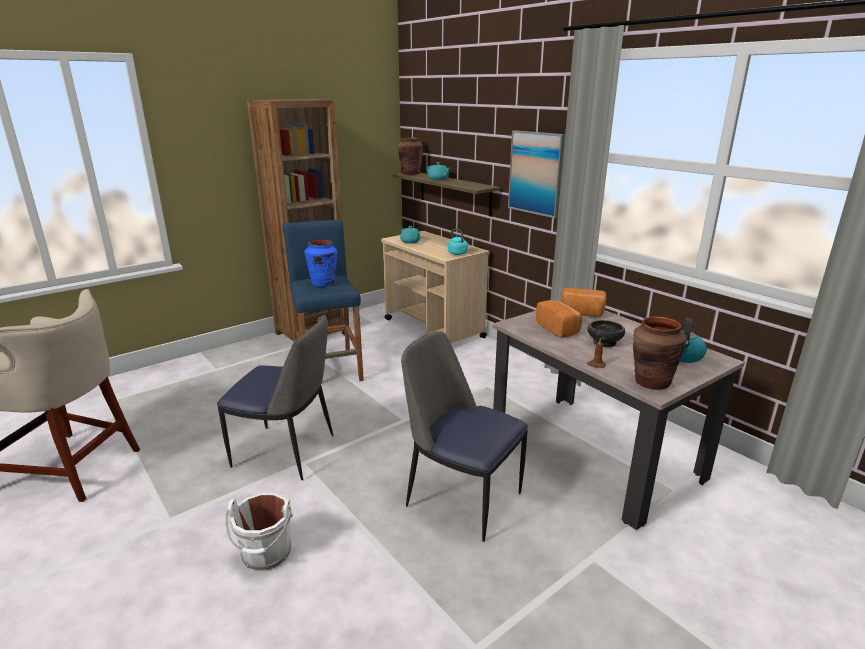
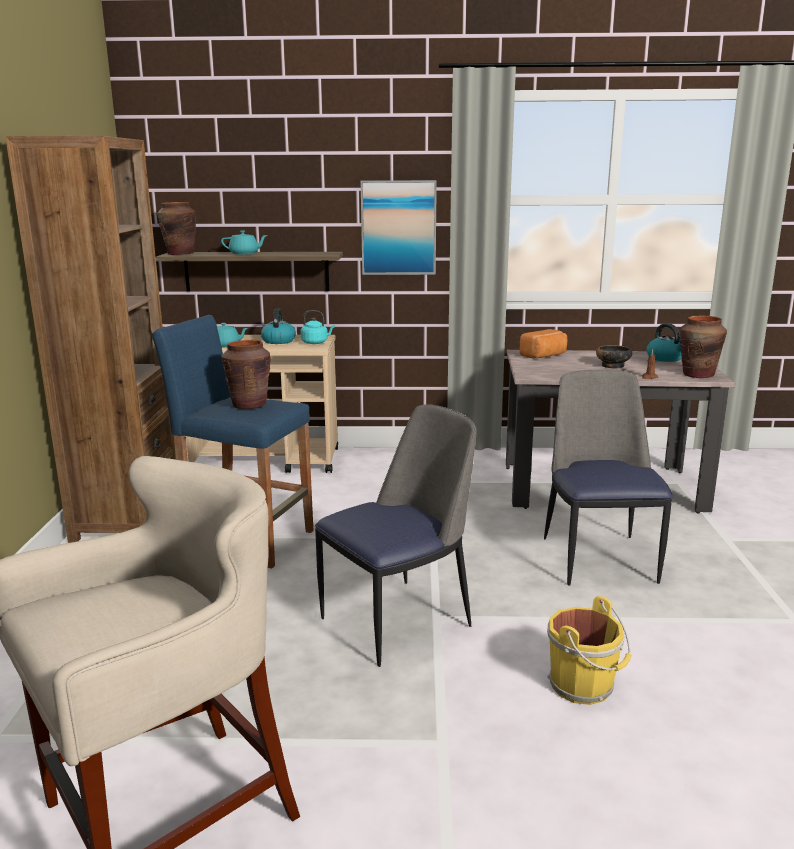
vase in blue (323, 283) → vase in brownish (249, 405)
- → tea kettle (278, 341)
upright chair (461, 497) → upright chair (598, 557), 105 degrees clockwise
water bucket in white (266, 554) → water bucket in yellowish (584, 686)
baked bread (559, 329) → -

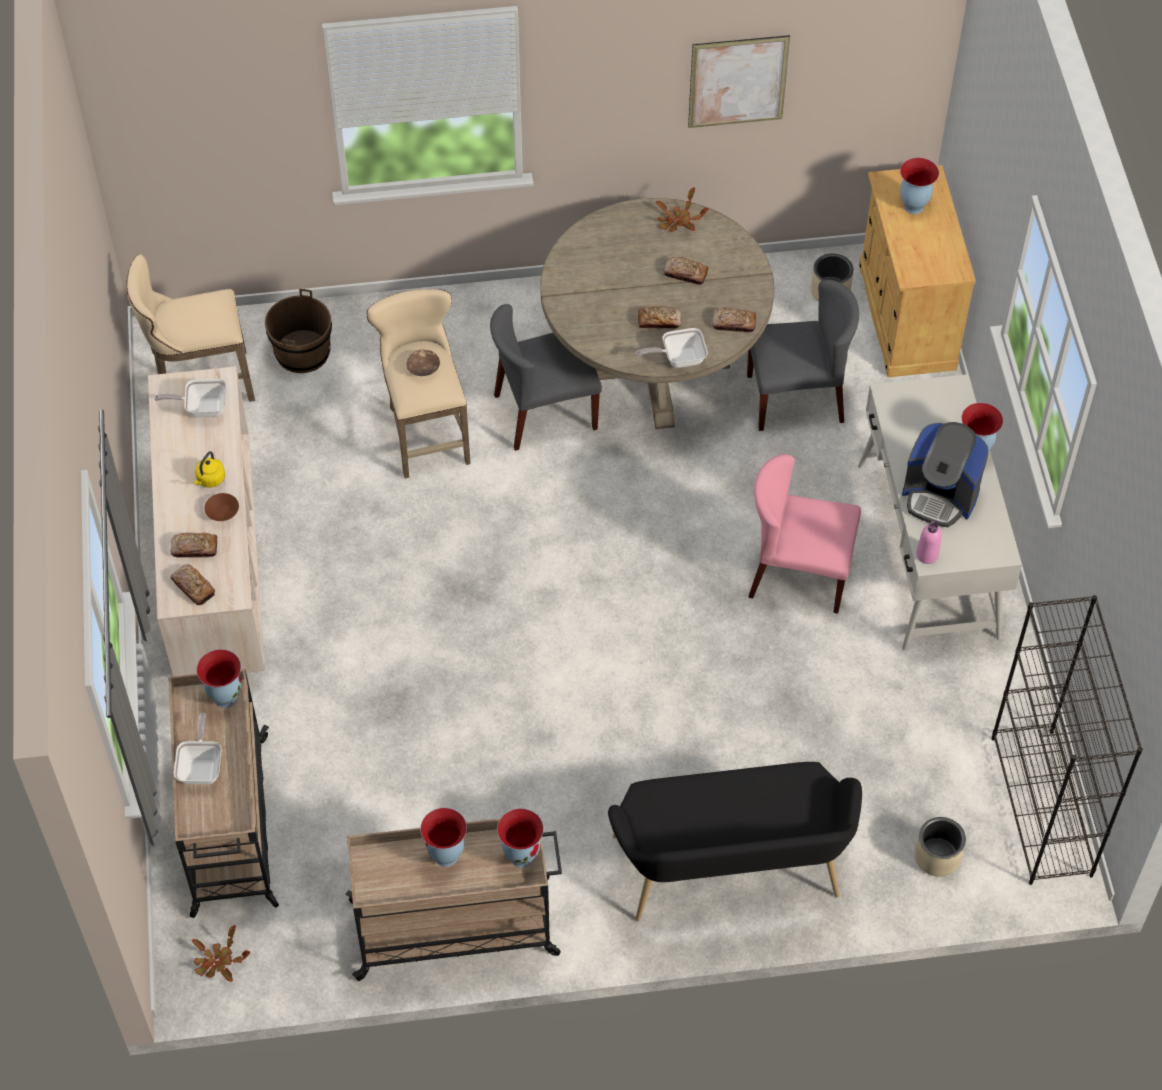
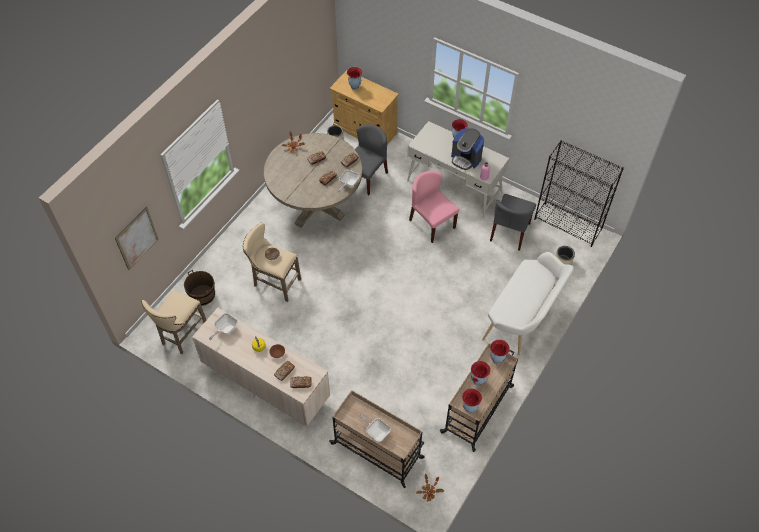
wall art (738, 81) → wall art (137, 238), shifted
upright chair in pink-coloured (798, 574) → upright chair in pink-coloured (432, 223), 90 degrees clockwise
coffee brewer (940, 496) → coffee brewer (466, 158), 60 degrees clockwise
vase (225, 697) → vase (469, 408), shifted
long seat in black-coloured (730, 875) → long seat in white (524, 318)
upright chair in grey (544, 412) → upright chair in grey (510, 232), shifted

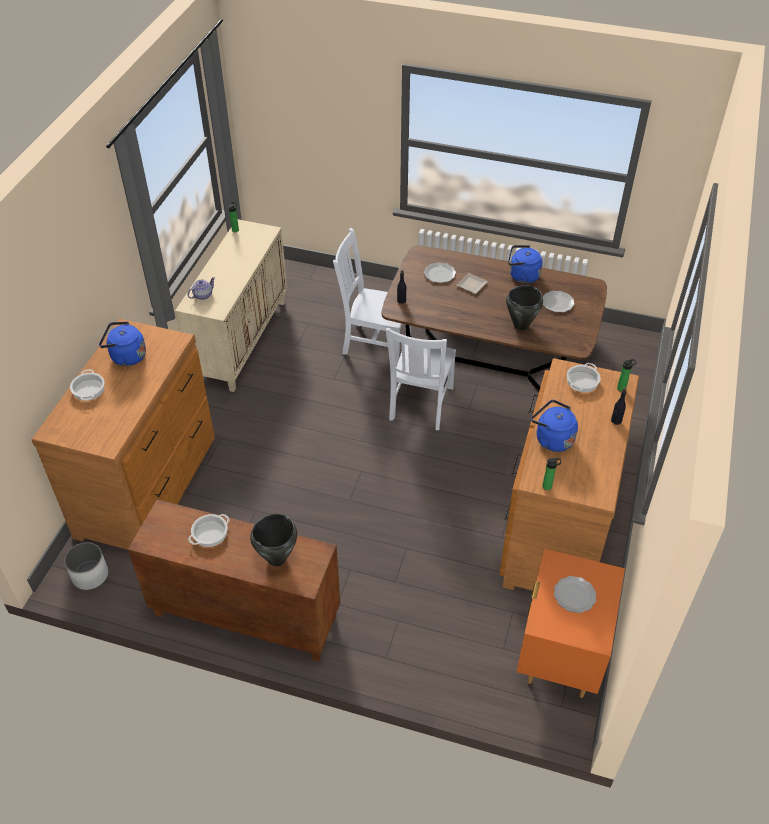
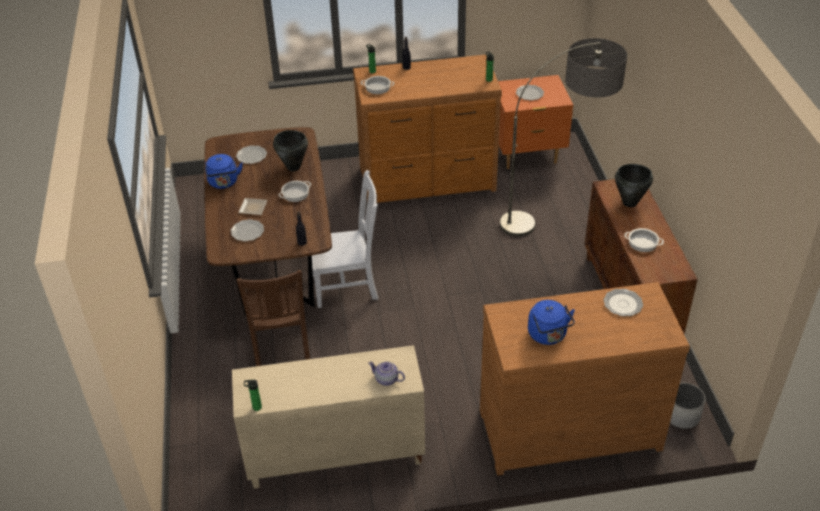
upright chair in white (374, 343) → upright chair in brownish (281, 346)
cooking pot (89, 389) → cooking pot (295, 193), shifted
- → standing lamp (557, 218)
- → dinner plate (623, 304)
tea kettle in blue (552, 439) → -

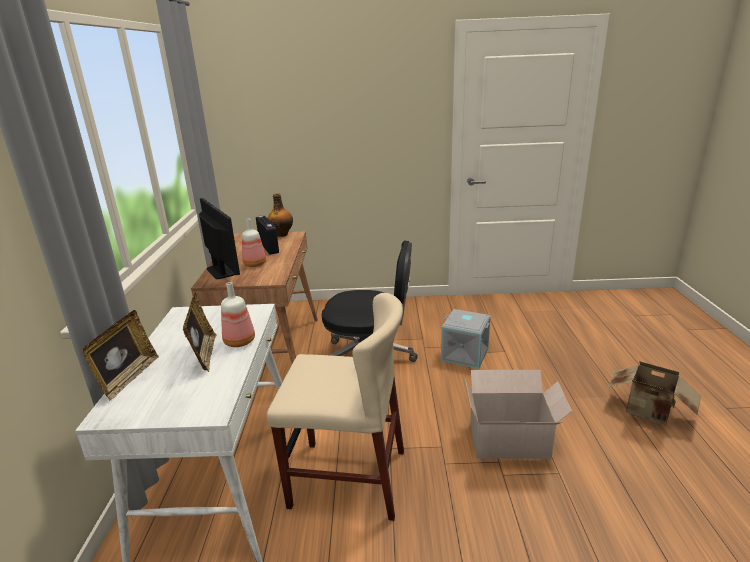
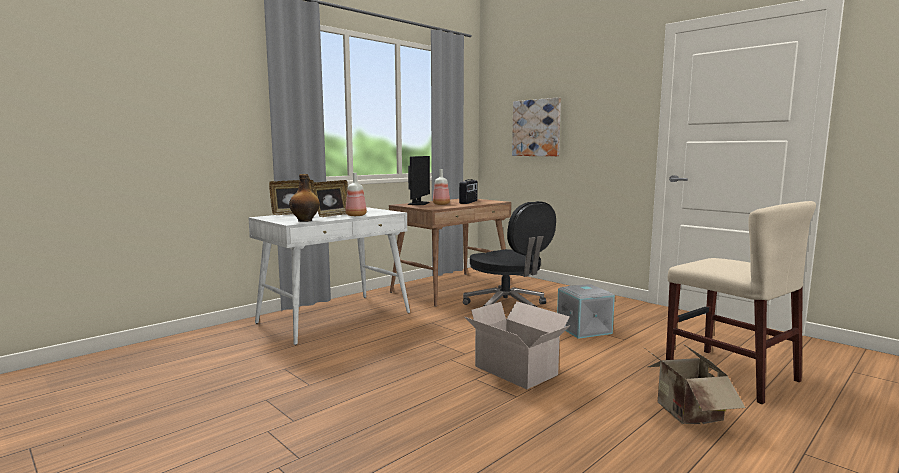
drink bottle (282, 234) → drink bottle (305, 220), shifted
- → wall art (536, 128)
upright chair in beige (348, 478) → upright chair in beige (730, 374), shifted

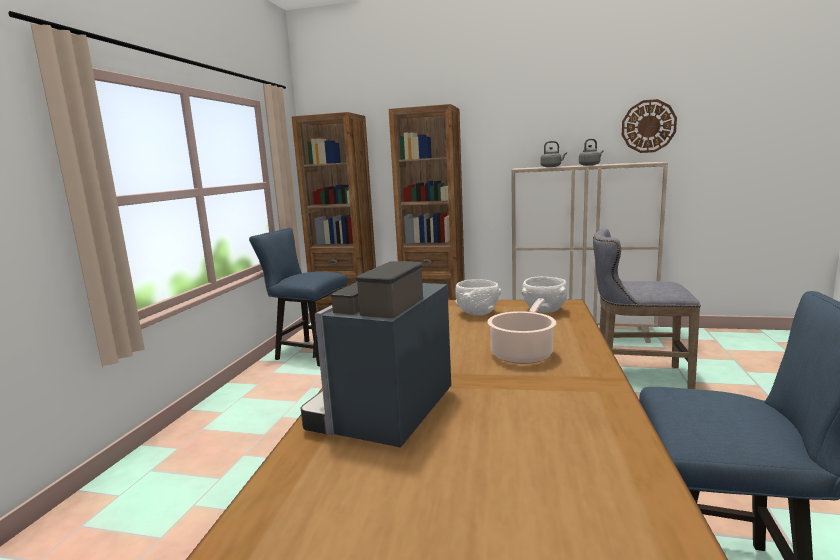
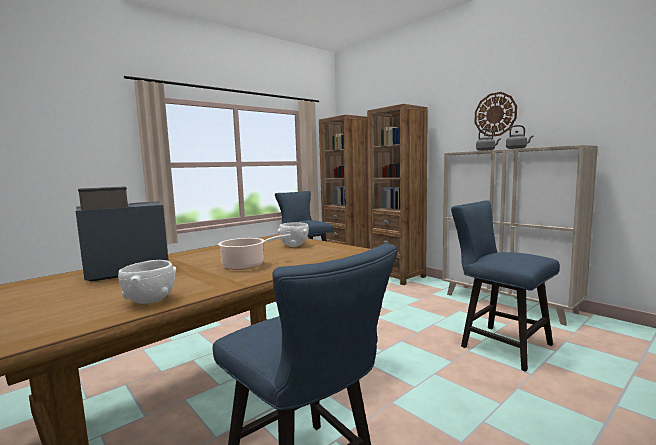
bowl in white (544, 311) → bowl in white (150, 300), shifted
stool seat in grey (636, 376) → upright chair in blue (499, 344)
hanging clock (648, 126) → hanging clock (495, 114), shifted

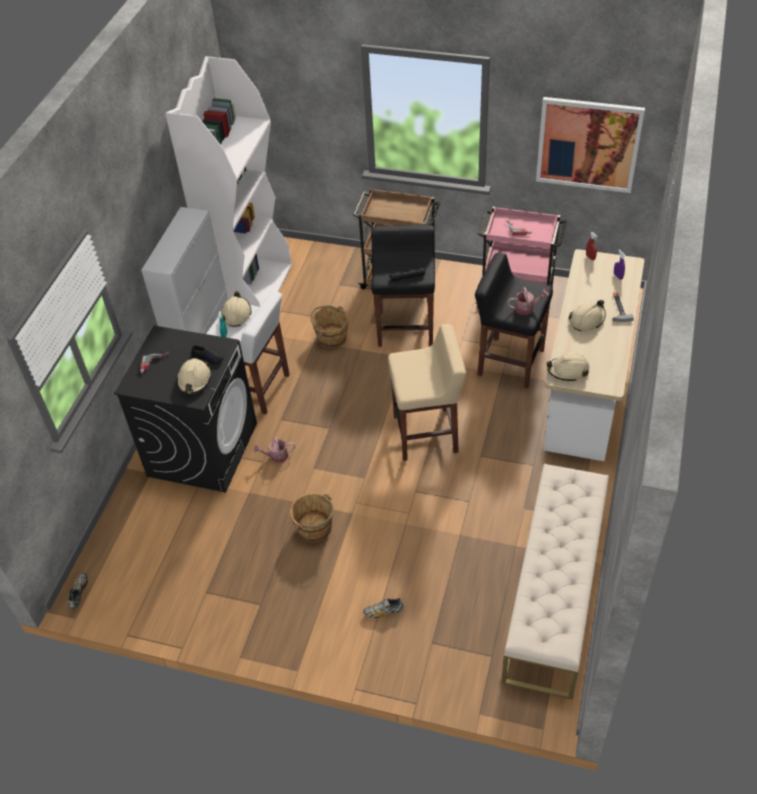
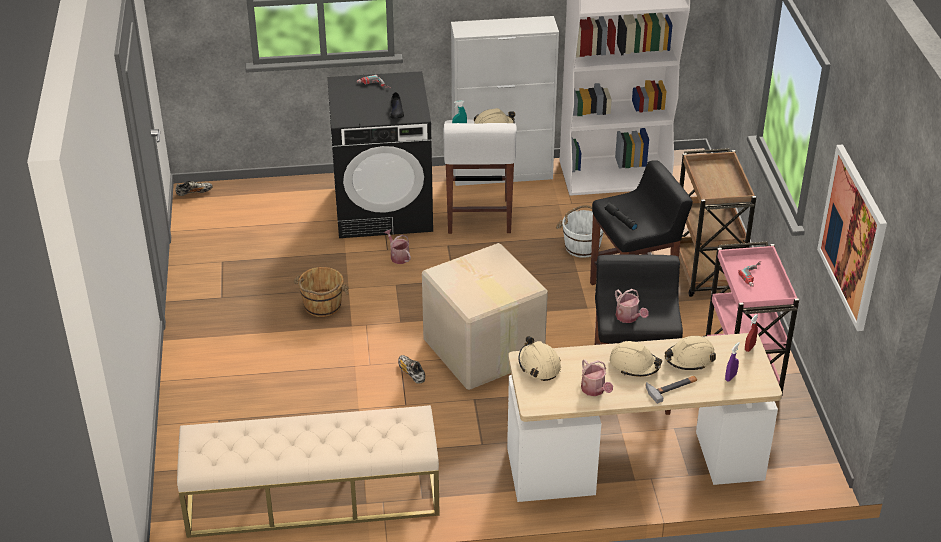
shoe (383, 611) → shoe (411, 373), shifted
stool seat in beige (427, 434) → cardboard box (483, 351)
water bucket in brownish (331, 337) → water bucket in white (582, 246)
- → watering pot (594, 390)
safety helmet in beige (194, 380) → safety helmet in beige (689, 359), shifted

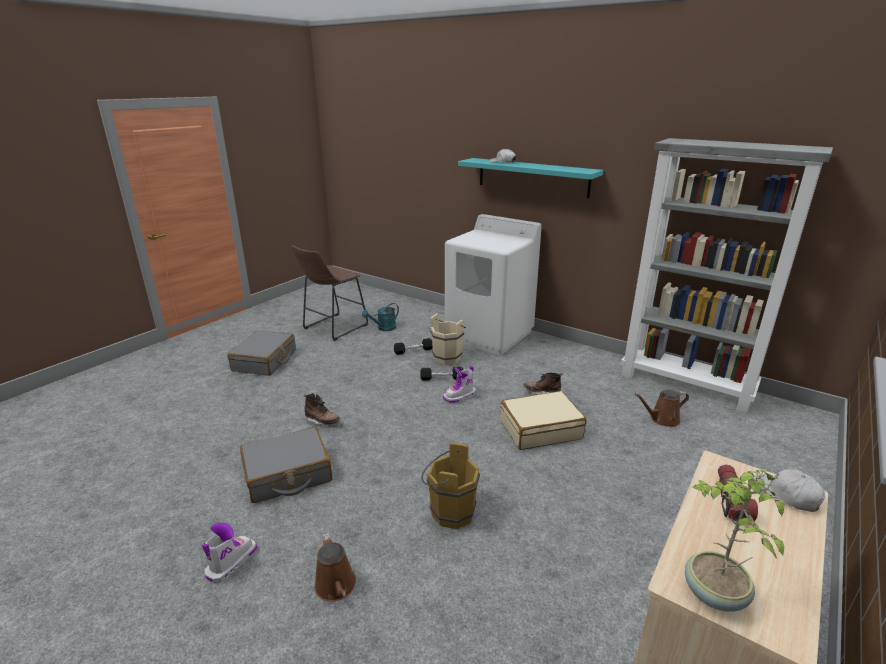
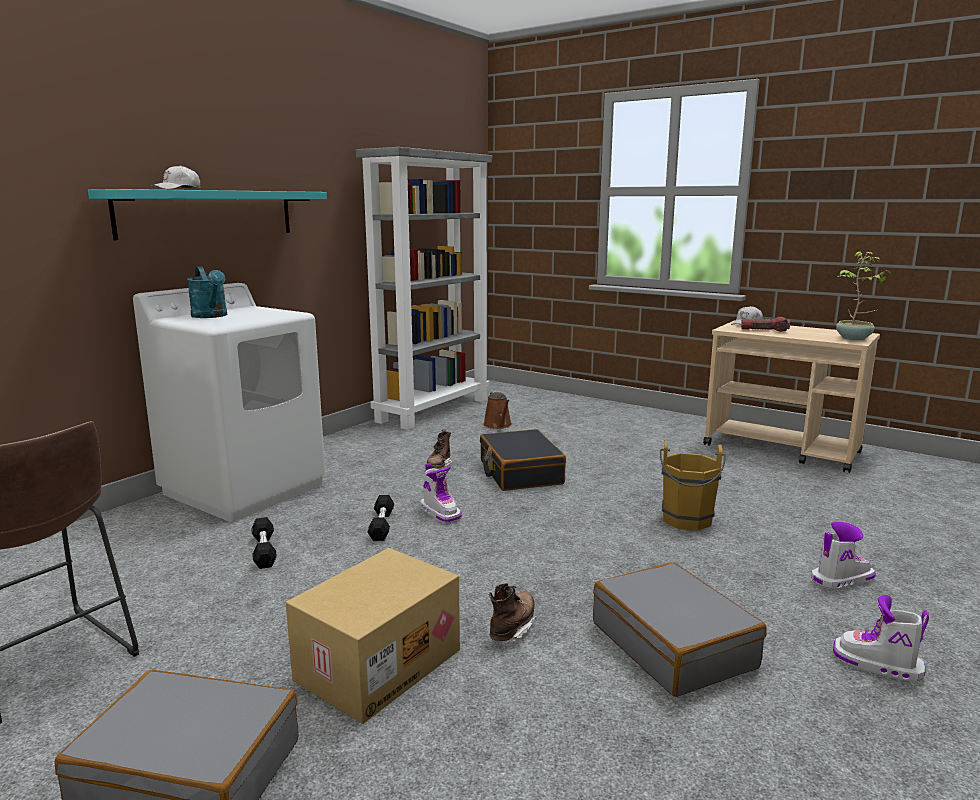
watering pot in turquoise (383, 328) → watering pot in turquoise (211, 316), shifted
- → cardboard box (378, 663)
travel case in beige (540, 429) → travel case in black-coloured (520, 472)
watering pot in brownish (336, 587) → boot (841, 579)
water bucket in beige (448, 357) → -

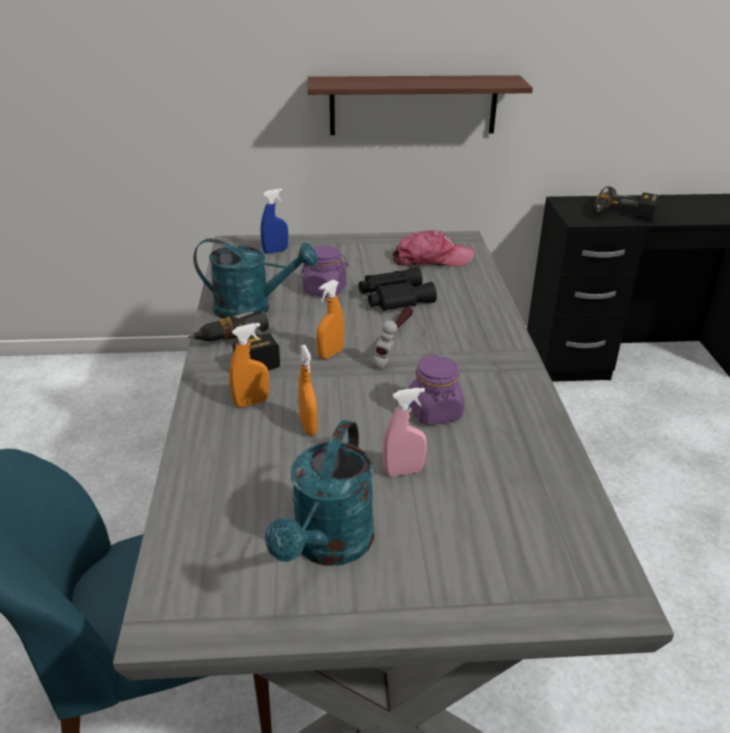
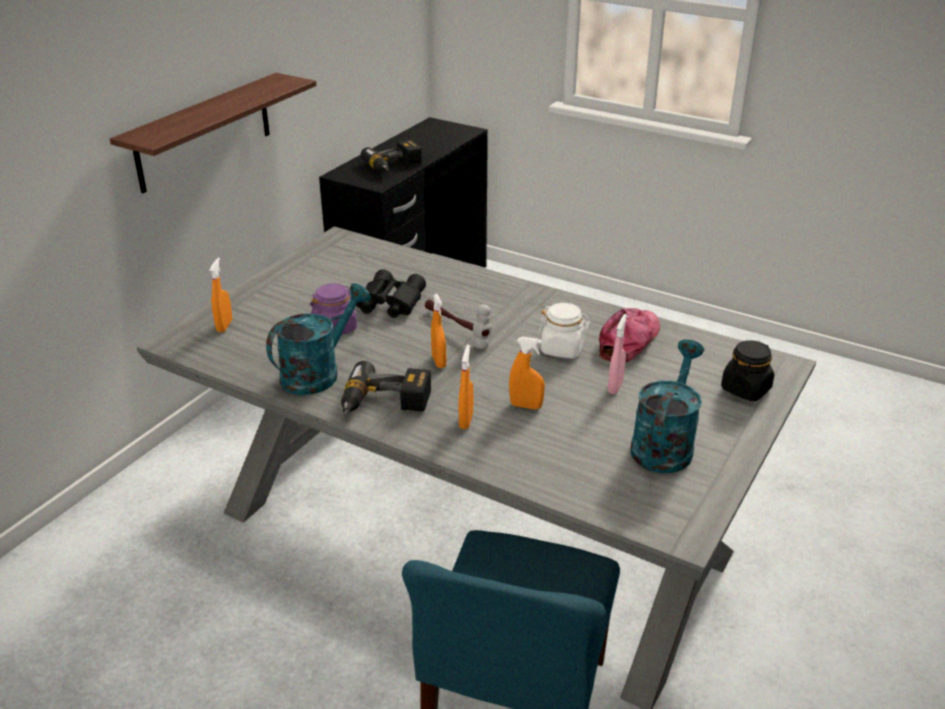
spray bottle in blue (275, 251) → spray bottle in orange (224, 326)
preserve jar in purple (435, 412) → preserve jar in white (562, 349)
peaked cap (431, 259) → peaked cap (629, 341), shifted
watering pot in turquoise (328, 547) → watering pot in turquoise (664, 444), 120 degrees counterclockwise
- → preserve jar in black-coloured (745, 389)

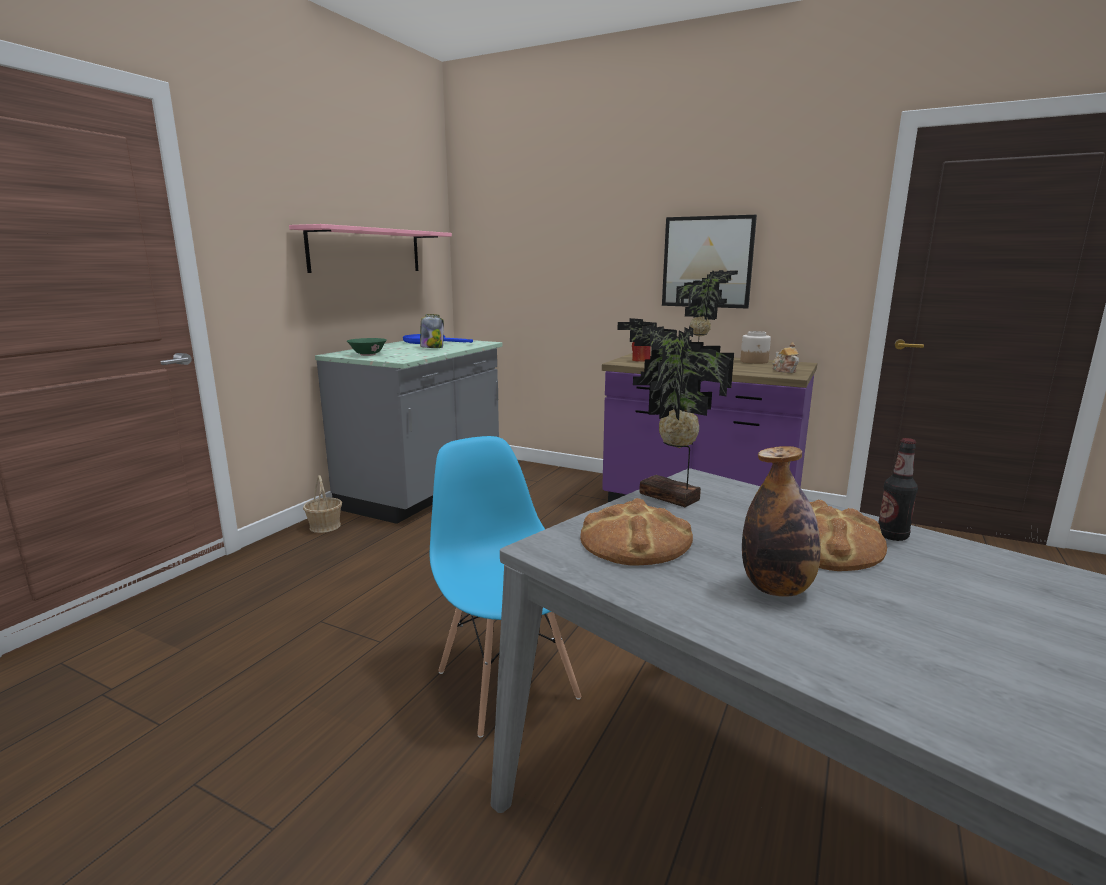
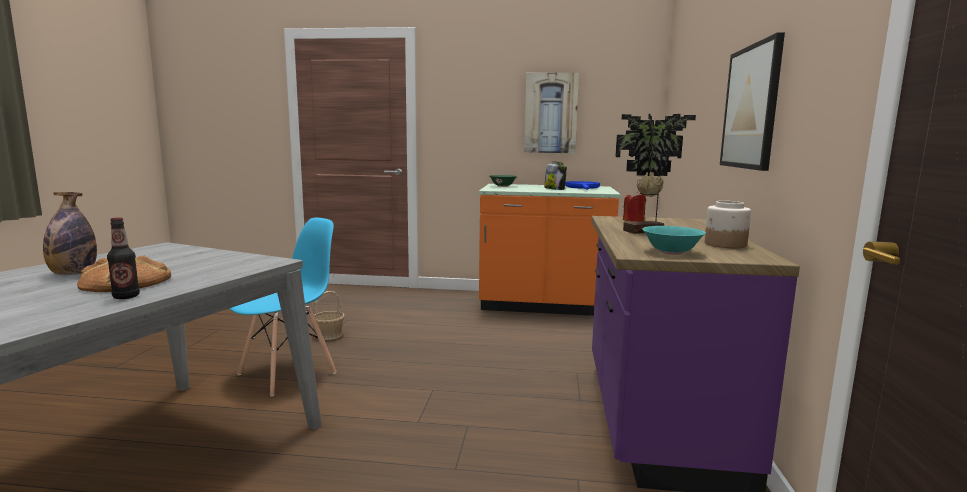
storage basket (325, 526) → storage basket (329, 335), shifted
kitchen base unit in grey (424, 491) → kitchen base unit in orange (544, 305)
bracket shelf in pink-coloured (366, 251) → wall art (551, 113)
tea pot (784, 370) → bowl in turquoise (671, 252)
baked bread (634, 541) → -
houseplant (668, 498) → -

